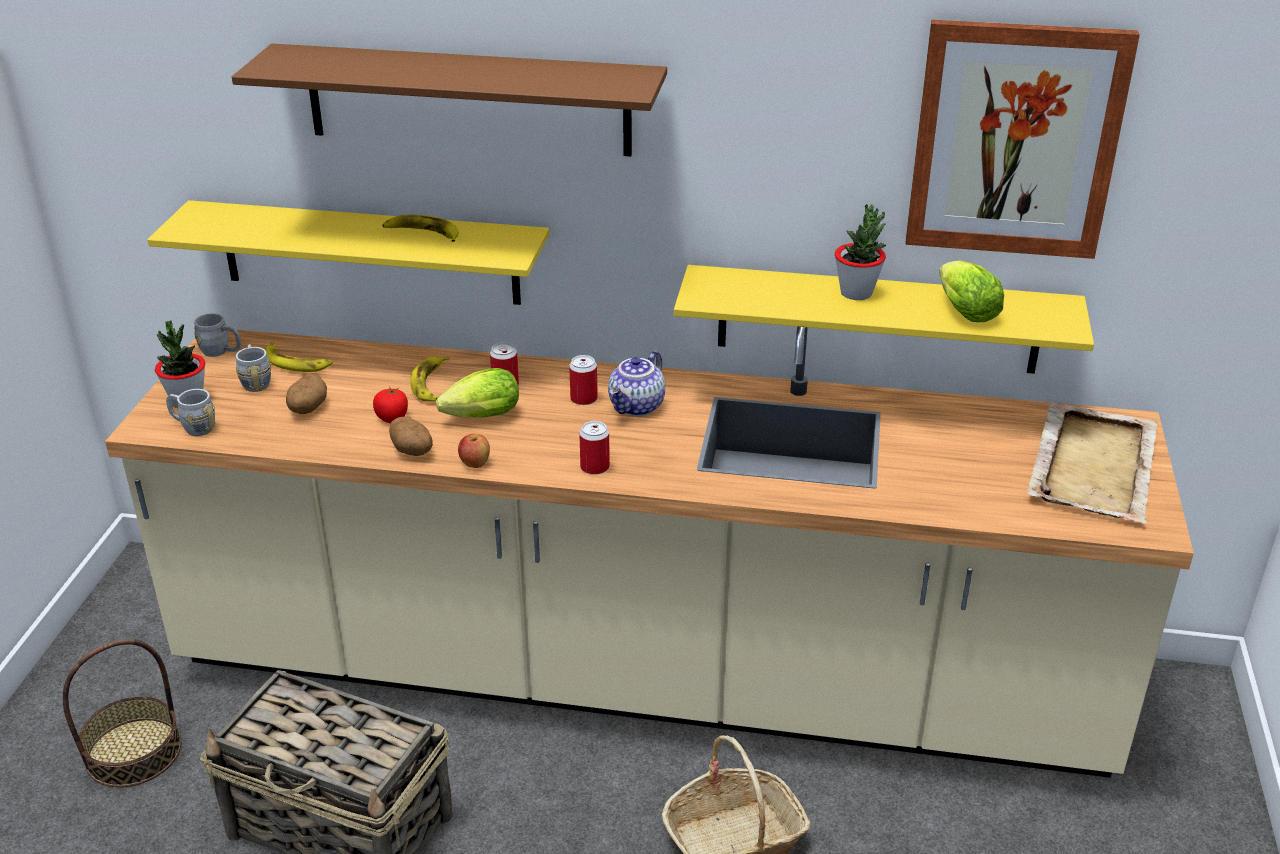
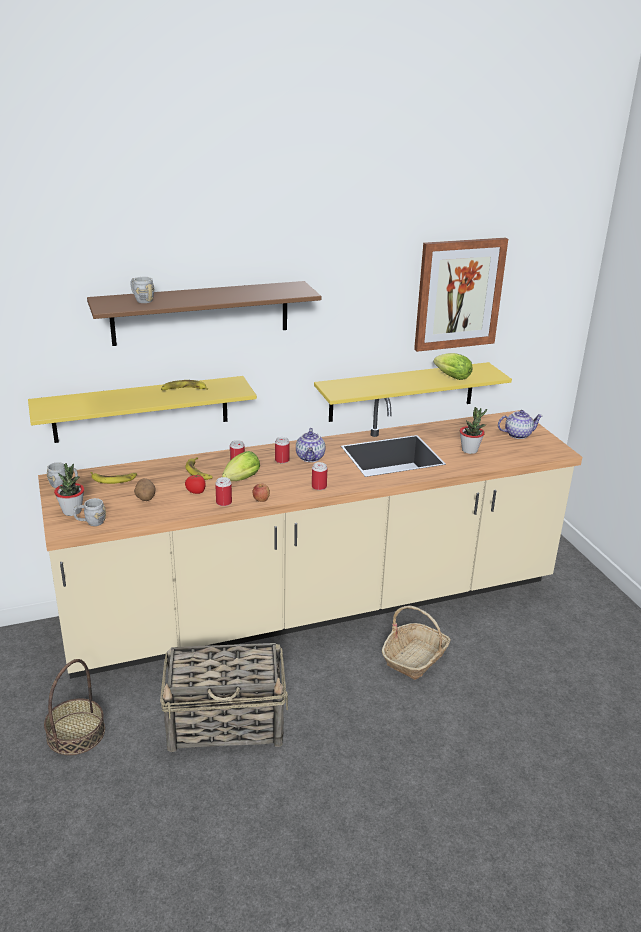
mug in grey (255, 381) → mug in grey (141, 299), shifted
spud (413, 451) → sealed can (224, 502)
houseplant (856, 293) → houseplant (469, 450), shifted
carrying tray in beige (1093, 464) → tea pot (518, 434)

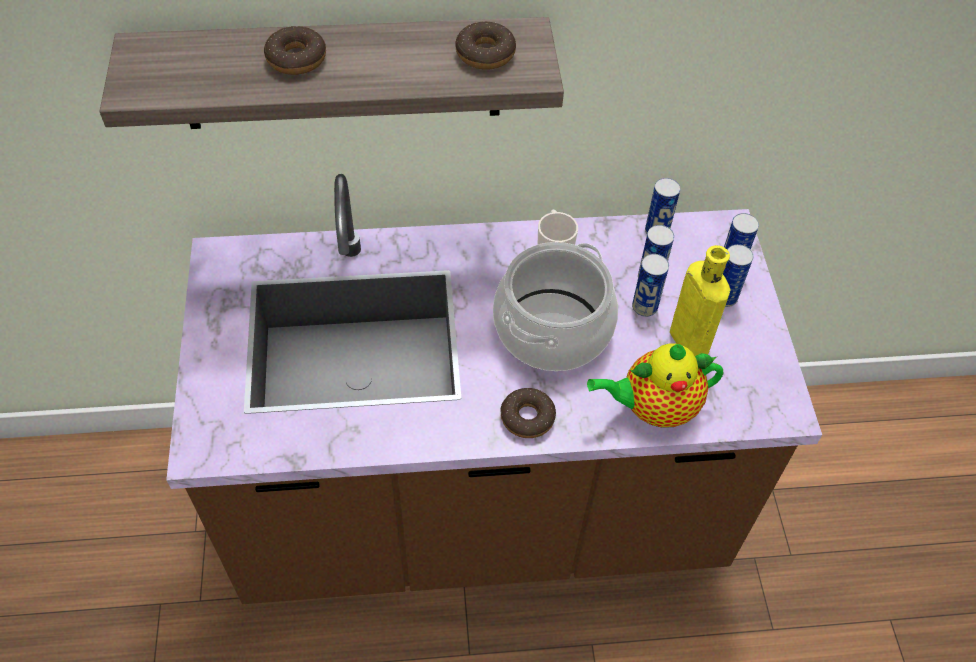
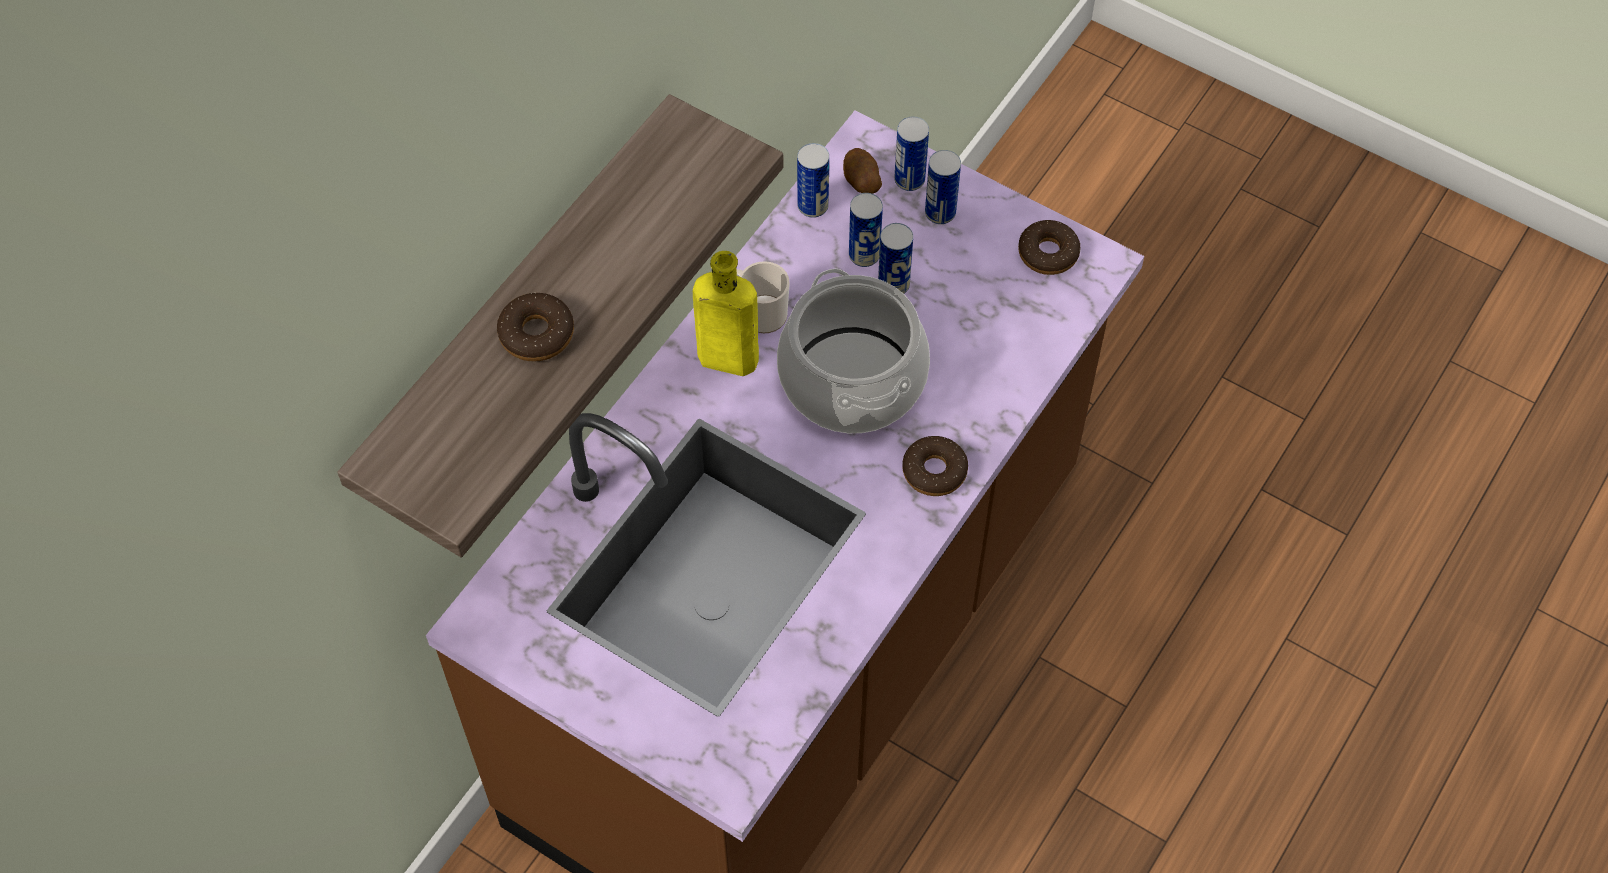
drink bottle in yellowish (687, 339) → drink bottle in yellowish (723, 358), shifted
- → spud (861, 181)
donut (485, 54) → donut (1048, 253), shifted
tea pot (653, 408) → -

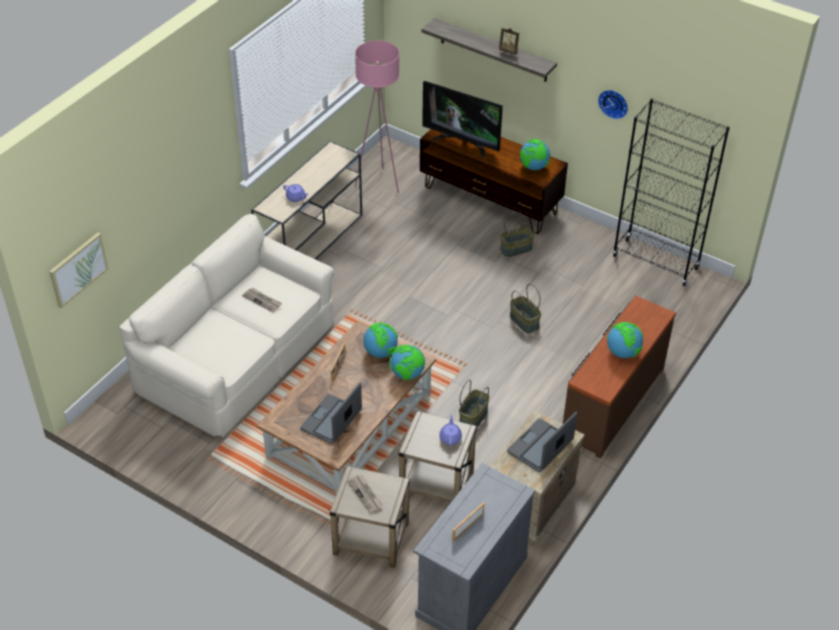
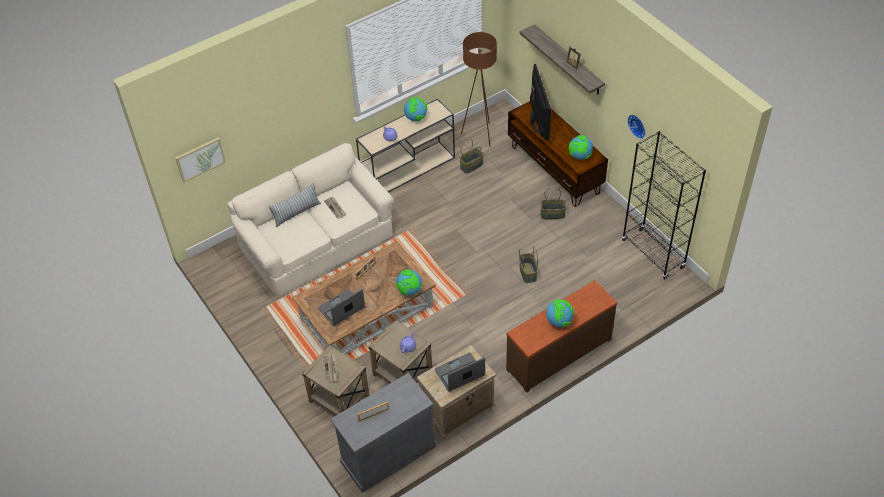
- → pillow (296, 213)
desk globe (380, 352) → desk globe (416, 118), shifted
storage basket (473, 416) → storage basket (471, 165), shifted
standing lamp in pink-coloured (379, 182) → standing lamp in brownish (480, 135)
TV set (462, 142) → TV set (537, 122), 150 degrees counterclockwise

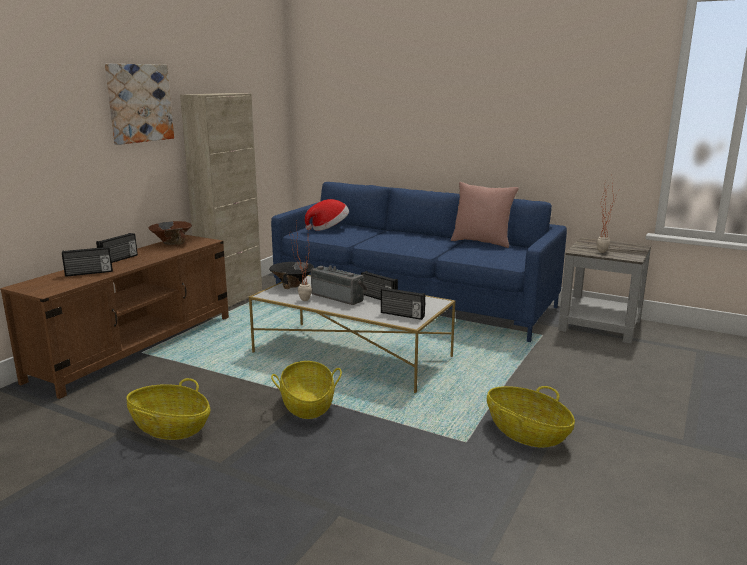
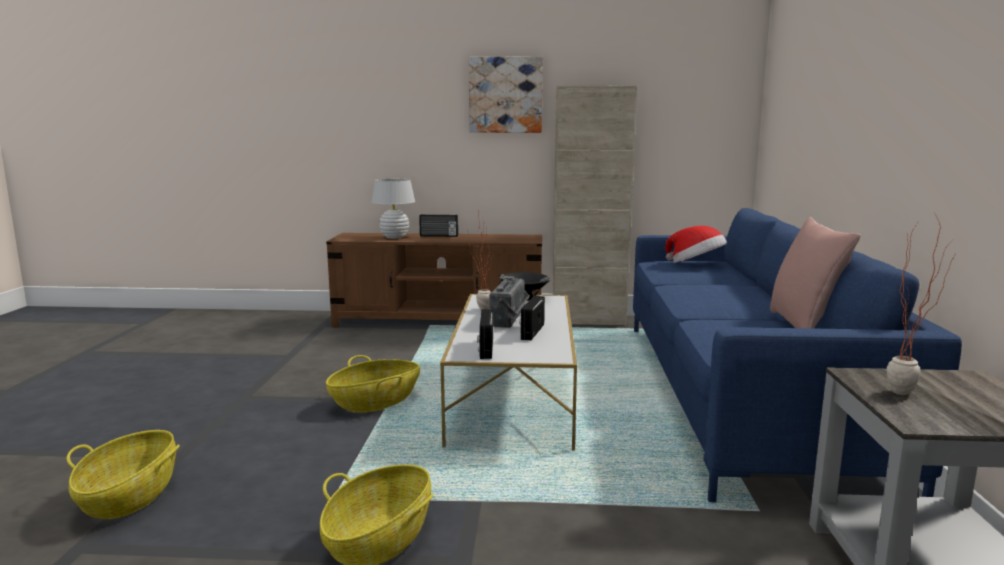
storage basket (170, 428) → storage basket (130, 496), shifted
radio receiver (89, 273) → lamp for a table in white (394, 237)
bowl in brownish (172, 243) → -

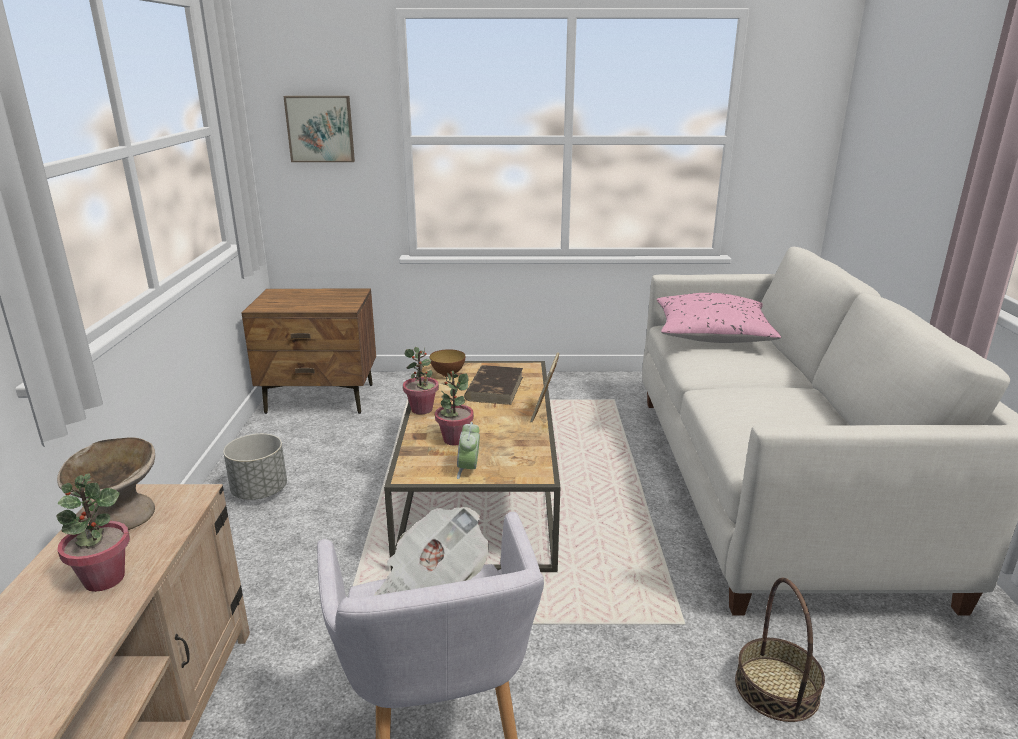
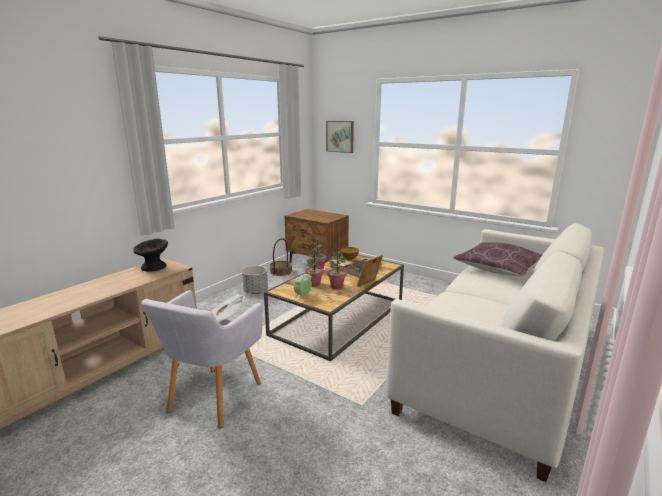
bowl in beige (121, 516) → bowl in black-coloured (154, 267)
storage basket (777, 688) → storage basket (281, 271), shifted
houseplant (104, 579) → houseplant (336, 286), shifted
pillow in pink-coloured (712, 335) → pillow in brownish (498, 269)

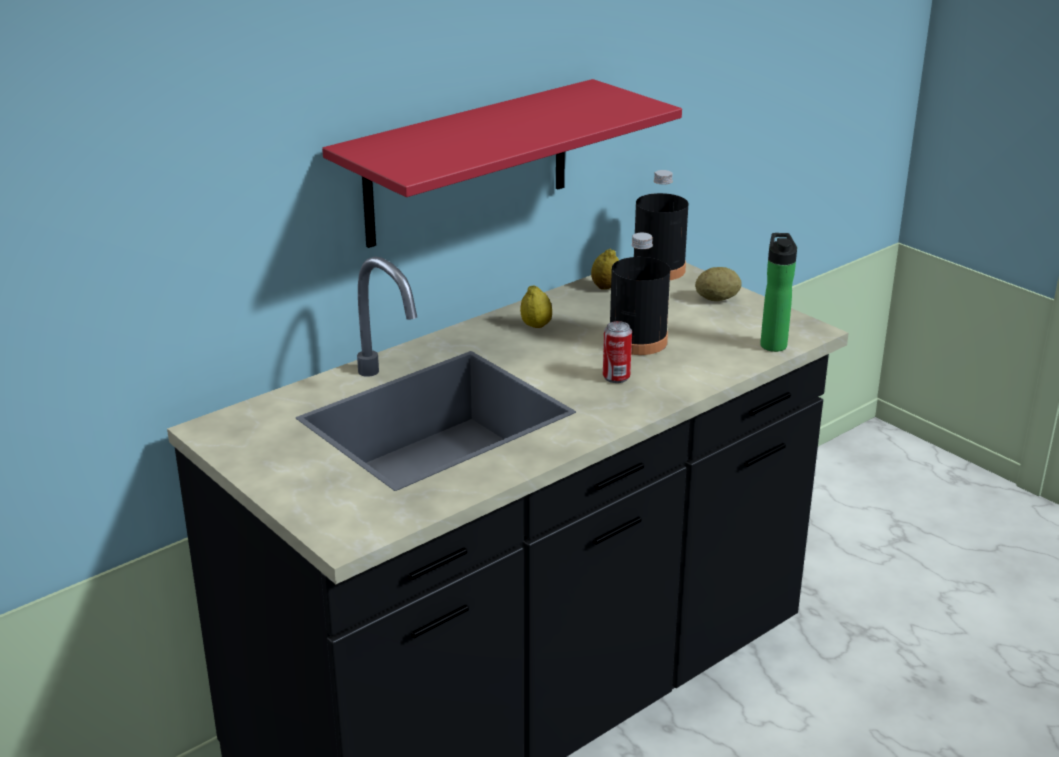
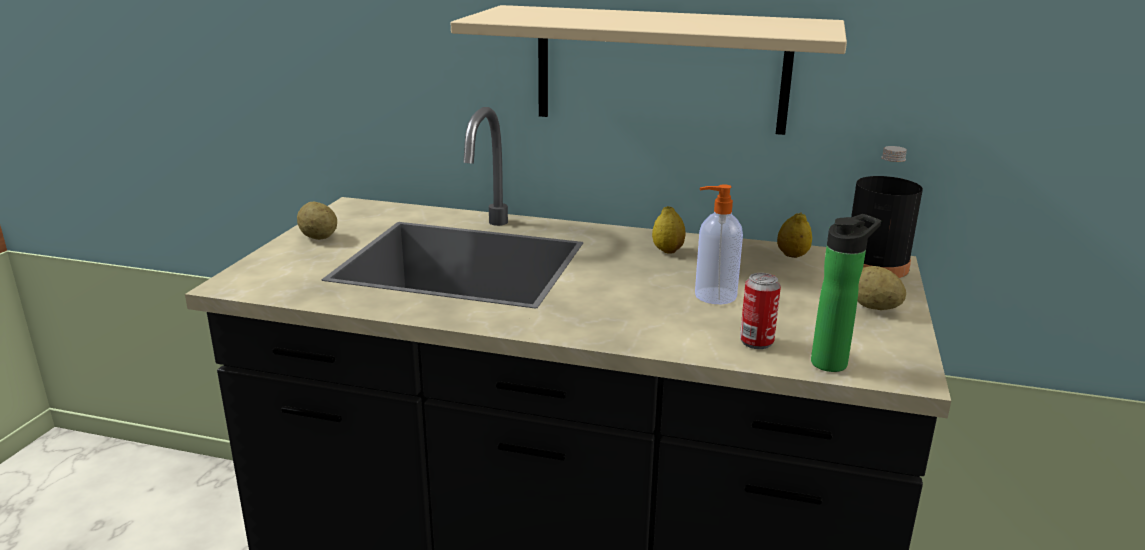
- → spud (318, 237)
bracket shelf in red (468, 163) → bracket shelf in beige (661, 69)
drink bottle in black-coloured (637, 341) → soap dispenser (713, 296)
sealed can (616, 377) → sealed can (756, 342), shifted

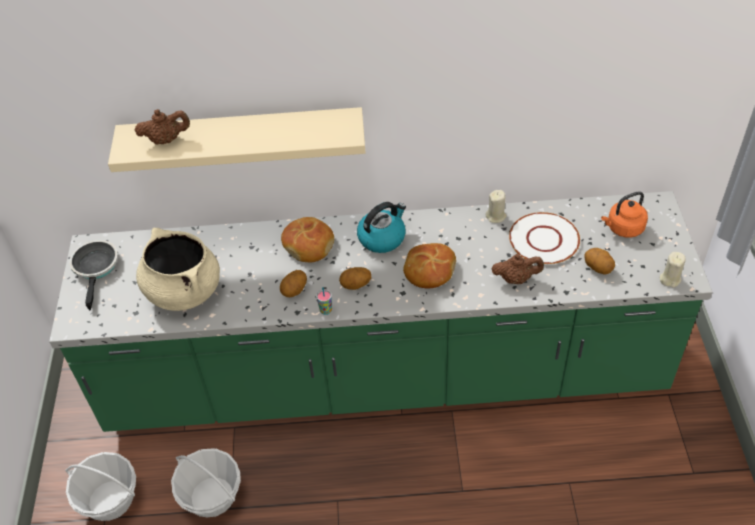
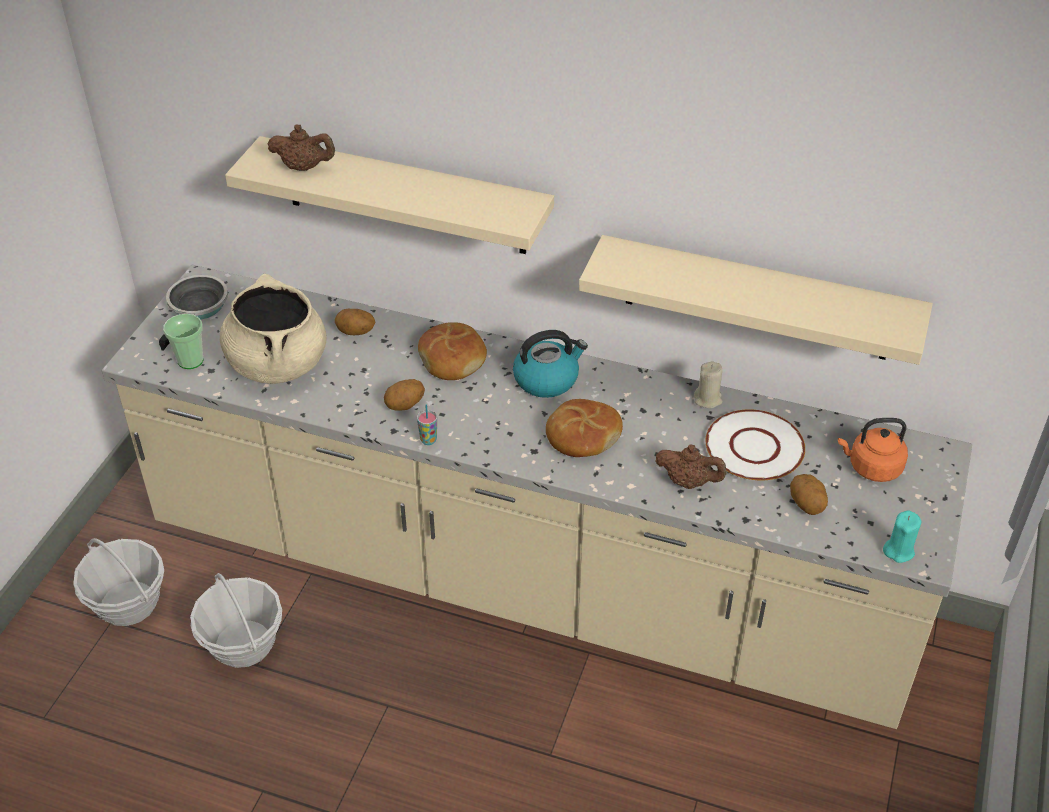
kitchen base unit in greenish (384, 378) → kitchen base unit in beige (524, 582)
- → small cup (190, 360)
spud (356, 285) → spud (355, 333), shifted
- → bracket shelf in beige (757, 299)
wax light in beige (670, 279) → wax light in turquoise (898, 550)

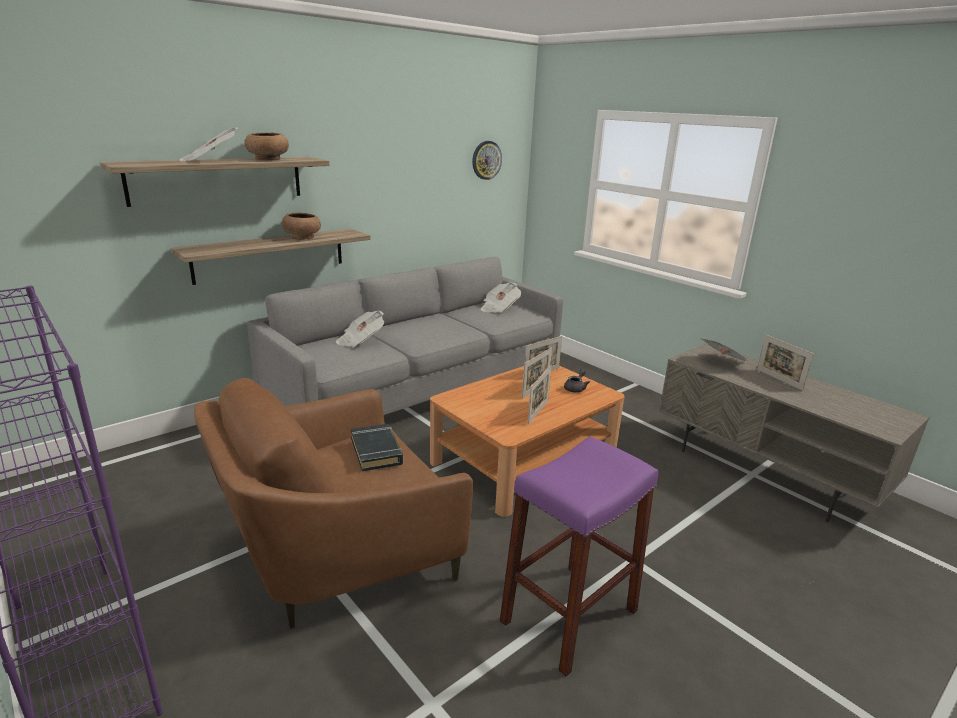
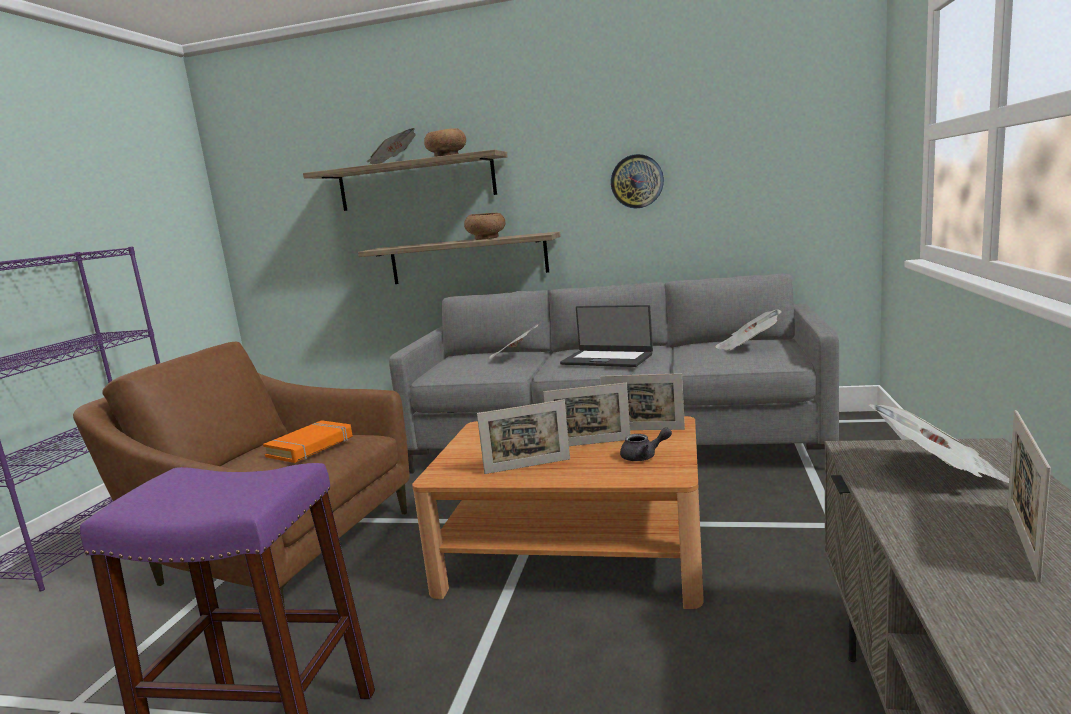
bound book in black-coloured (376, 451) → bound book in orange (311, 447)
- → laptop (607, 359)
hanging clock (486, 160) → hanging clock (637, 181), shifted

